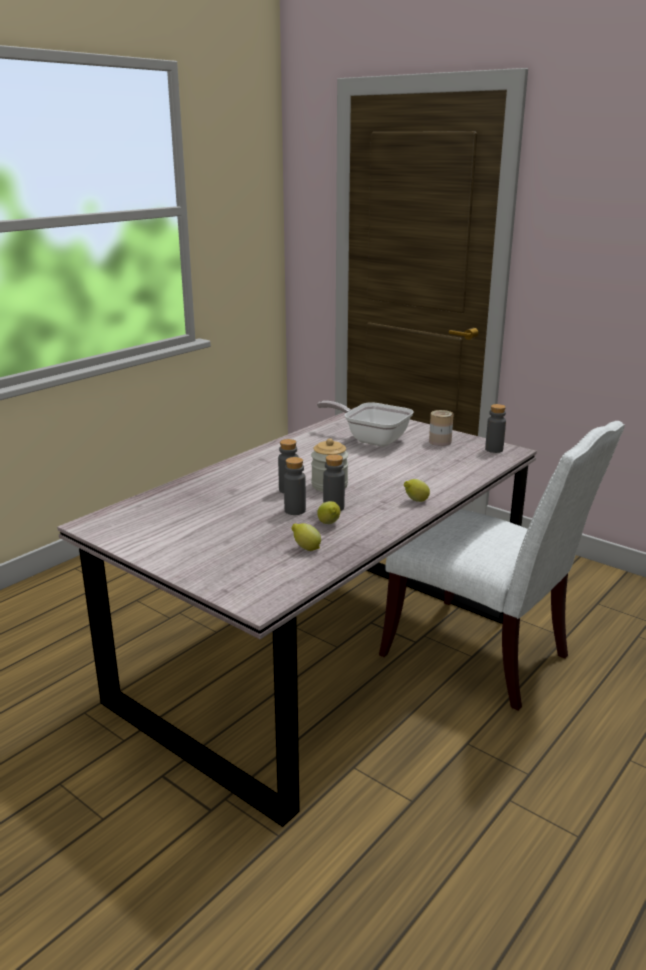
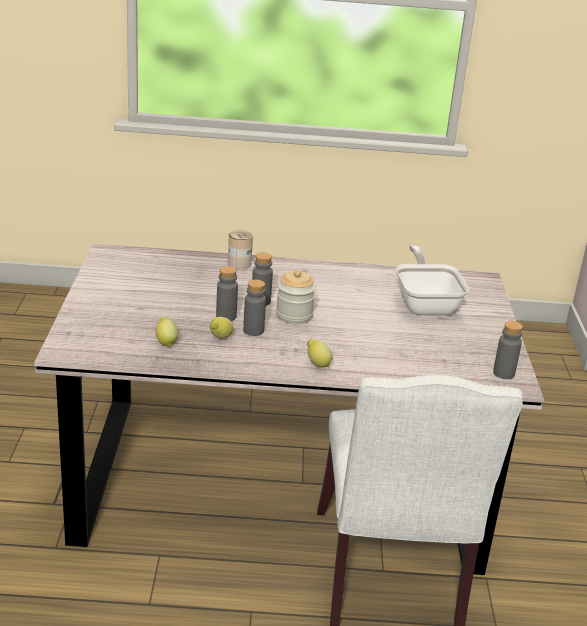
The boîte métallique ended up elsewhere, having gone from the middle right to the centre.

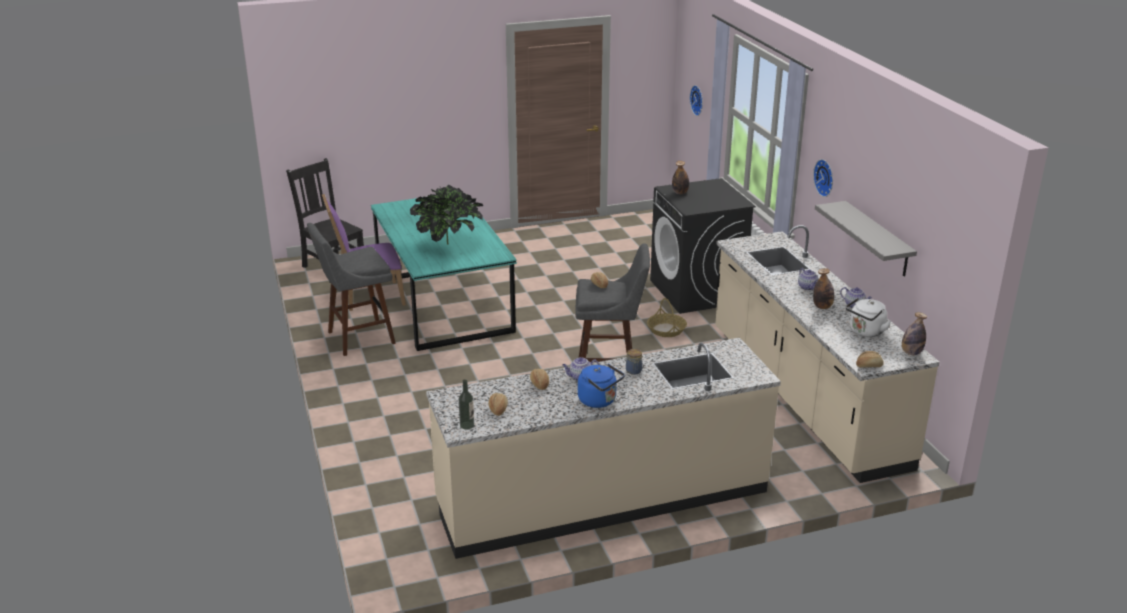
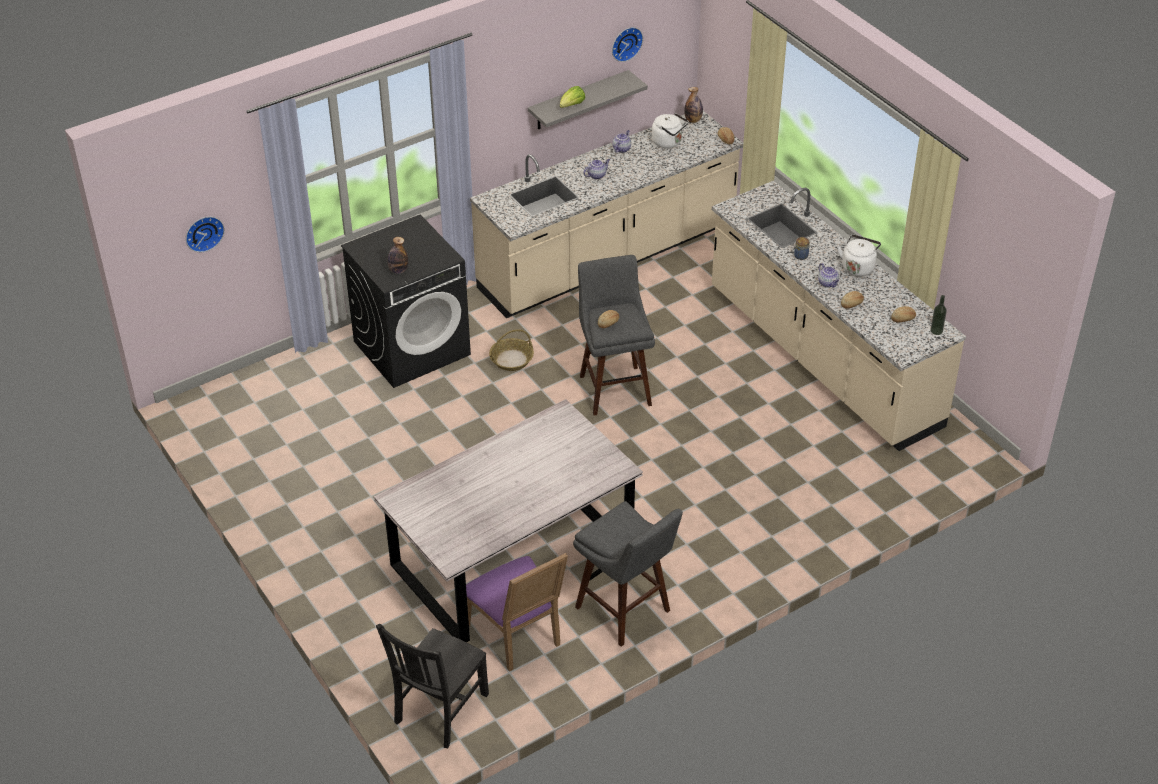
The horloge murale (2nd from left) ended up elsewhere, having gone from the top right to the top centre.
The second view lost the plante en pot at the centre.
What was the table à manger [turquoise] at the centre turned into the table à manger [gris] at the centre.
The second view lost the bouteille (3rd from left) at the middle right.
What was the bouilloire [bleu] at the centre turned into the bouilloire [blanc] (2nd from left) at the top right.
The second view gained the laitue at the top centre.

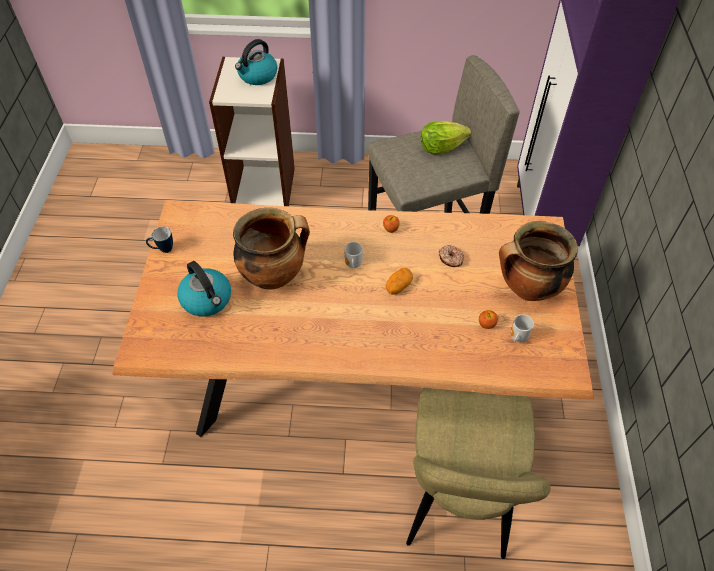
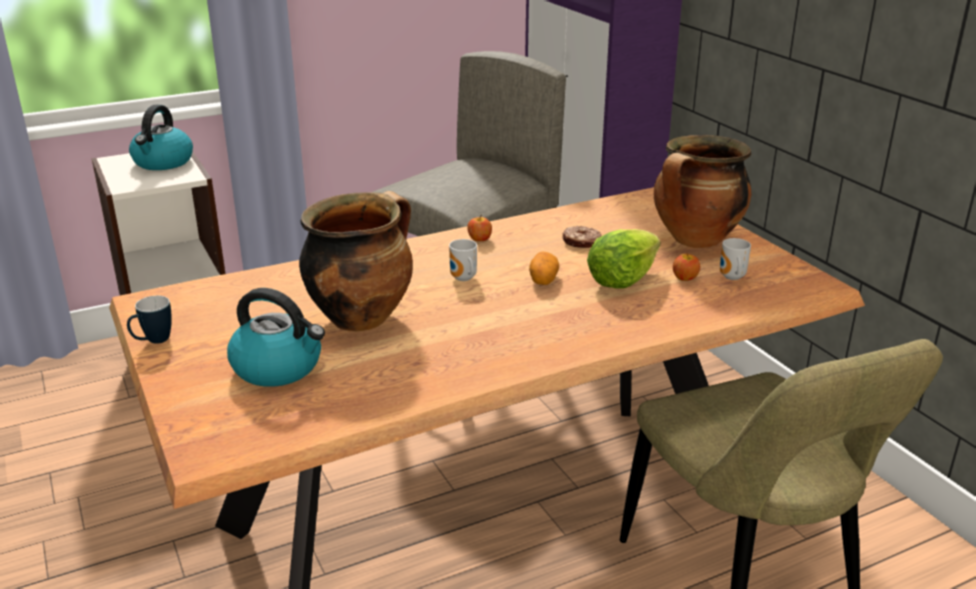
The laitue ended up elsewhere, having gone from the top centre to the centre.

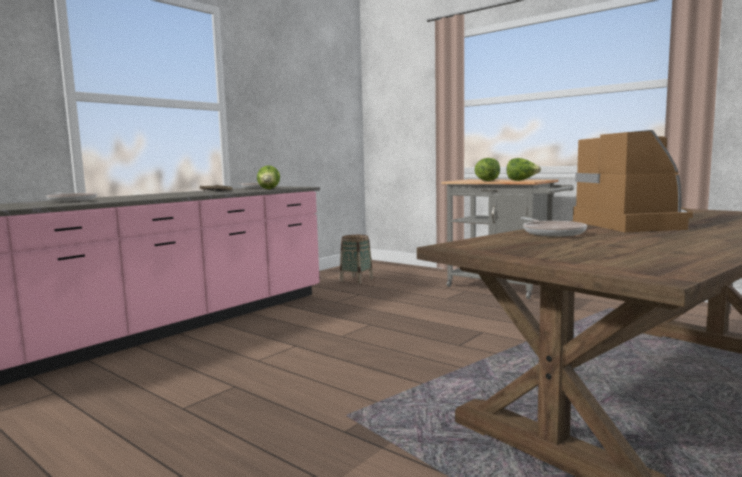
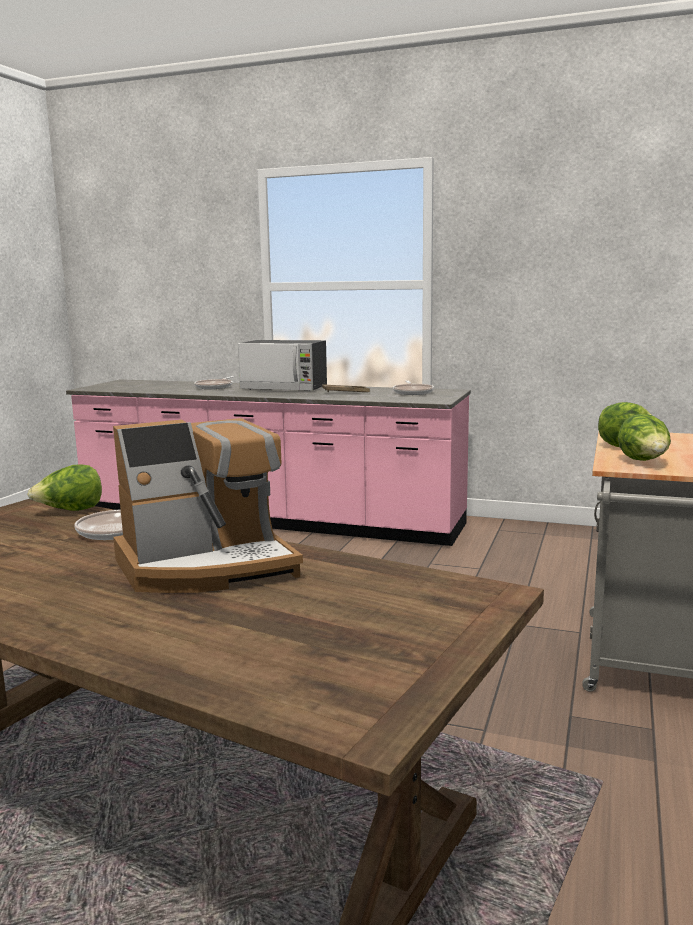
The laitue (1st from left) ended up elsewhere, having gone from the centre to the middle left.
The second view lost the panier at the centre.
The second view gained the micro-ondes at the centre.

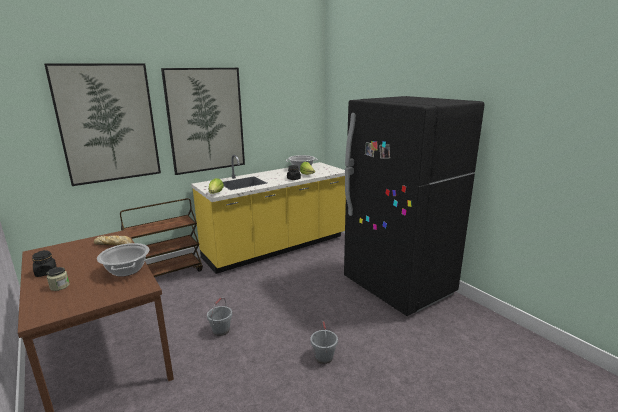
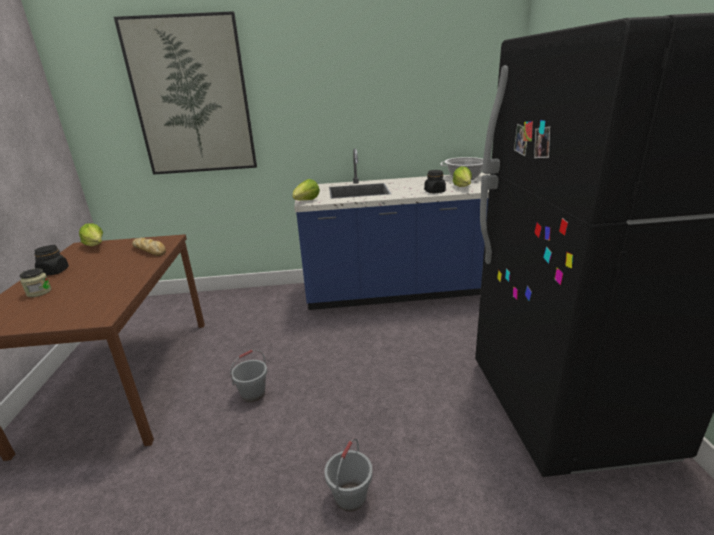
The second view lost the tableau (2nd from left) at the top left.
What was the comptoir de cuisine [jaune] at the centre turned into the comptoir de cuisine [bleu] at the centre.
The second view lost the chariot [marron] at the middle left.
The second view lost the marmite (1st from left) at the middle left.
The second view gained the laitue (1st from left) at the middle left.

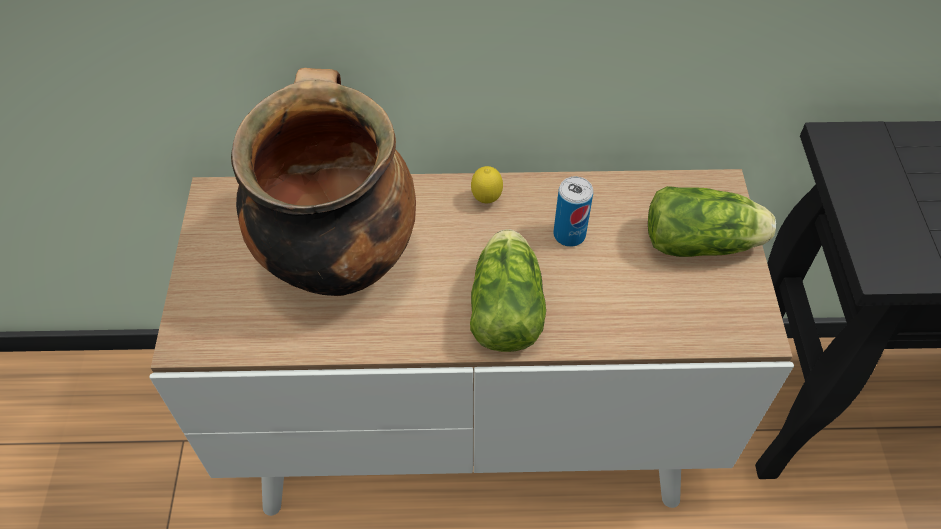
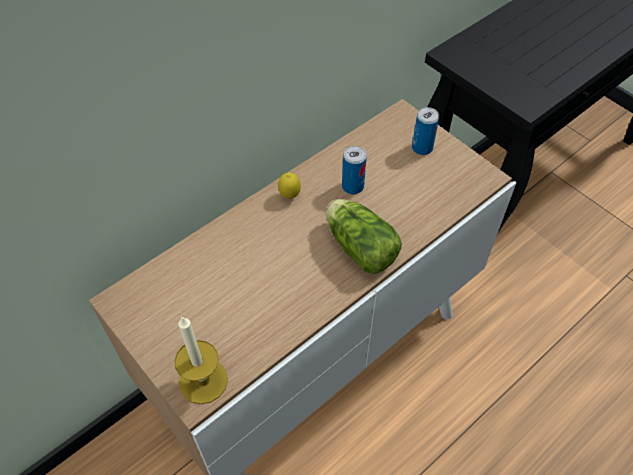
The second view lost the marmite at the centre.
Where the laitue (2nd from left) stood at the middle right, the boîte métallique (2nd from left) came to stand at the top right.
The second view gained the bougie at the bottom left.

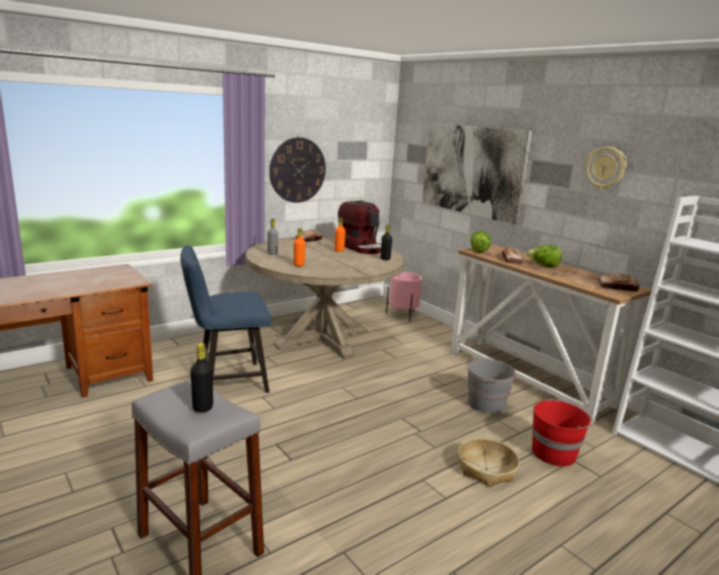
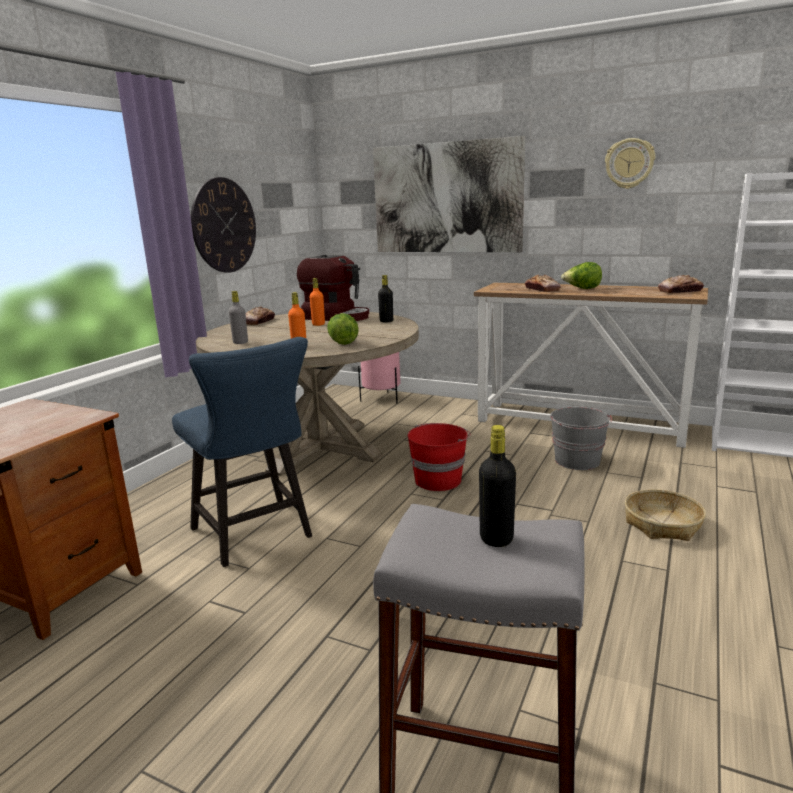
The laitue (1st from left) ended up elsewhere, having gone from the middle right to the centre.
The chaise [bleu] at the middle left ended up facing another way, 75 degrees counterclockwise from before.
The seau [rouge] ended up elsewhere, having gone from the bottom right to the centre.

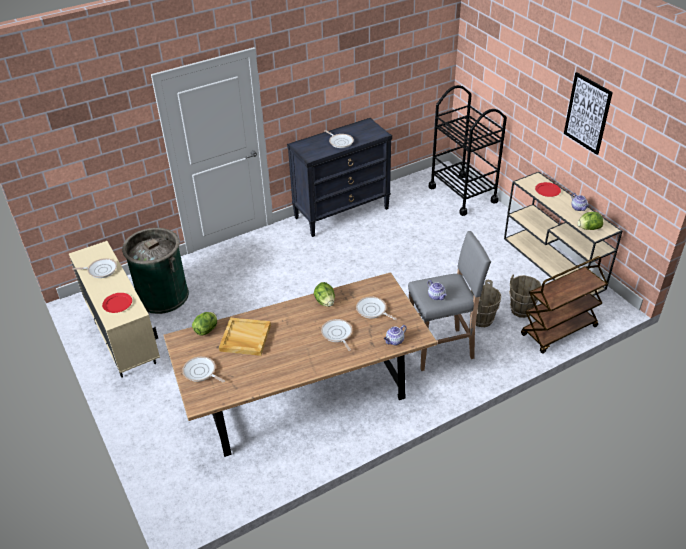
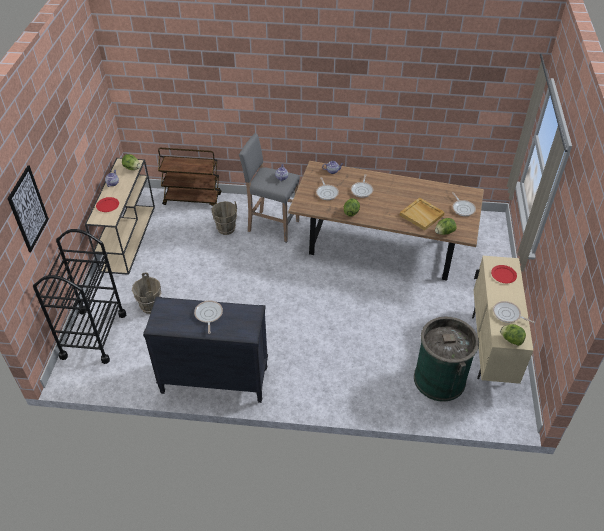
The tableau ended up elsewhere, having gone from the top right to the middle left.
The seau [marron] (2nd from left in the first image) ended up elsewhere, having gone from the middle right to the middle left.
The second view gained the laitue (4th from left) at the middle right.

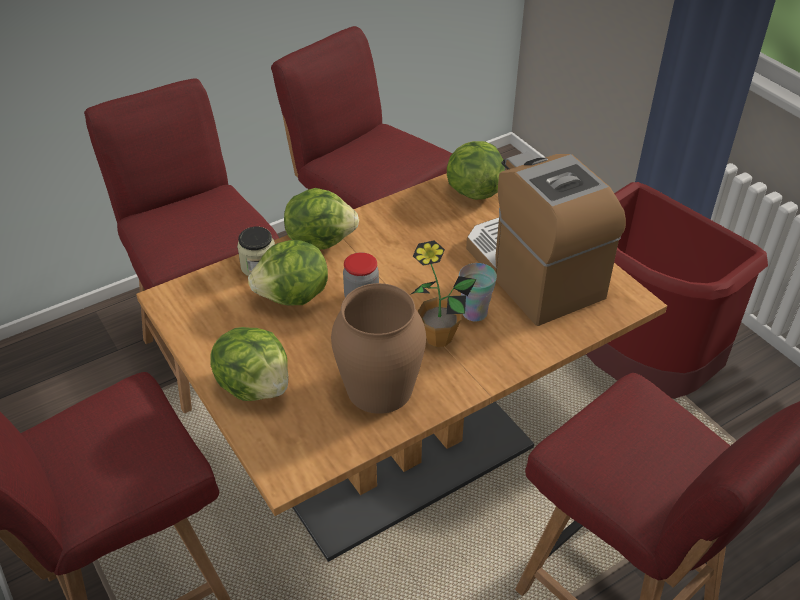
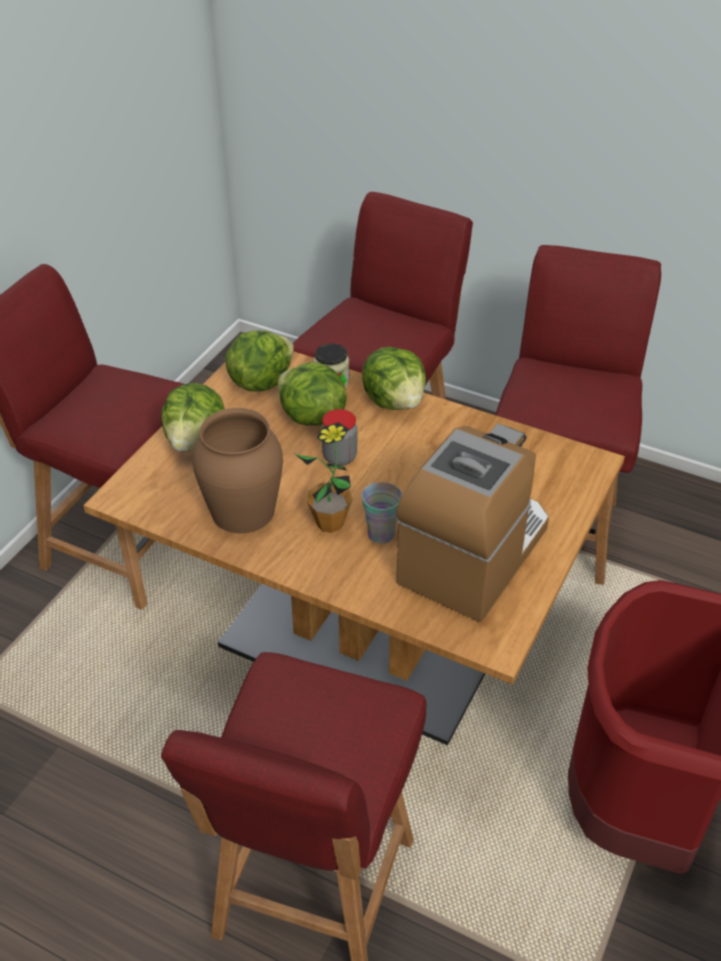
The laitue (4th from left in the first image) ended up elsewhere, having gone from the top centre to the centre.

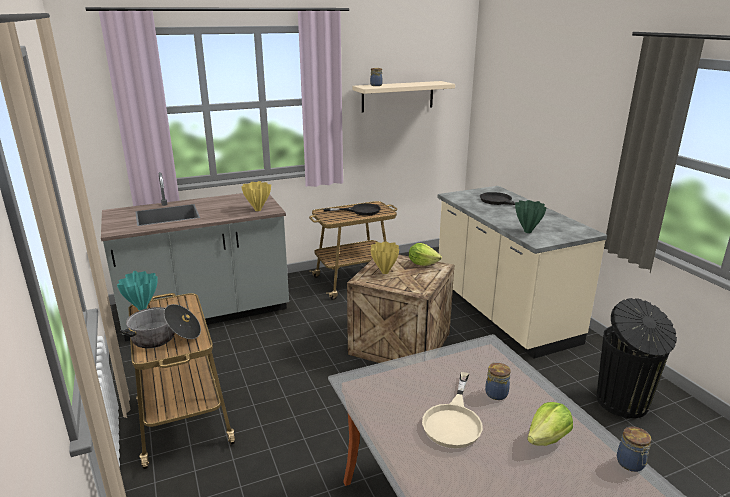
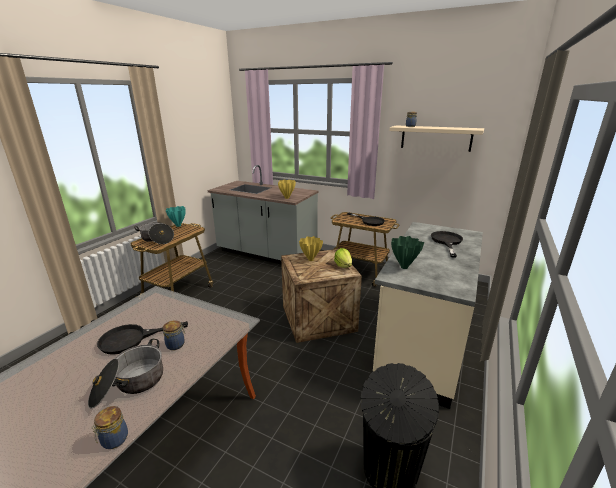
What was the poêle [beige] at the bottom centre turned into the poêle [noir] (1st from left) at the bottom left.
Where the laitue (2nd from left) stood at the bottom right, the marmite (1st from left) came to stand at the bottom left.

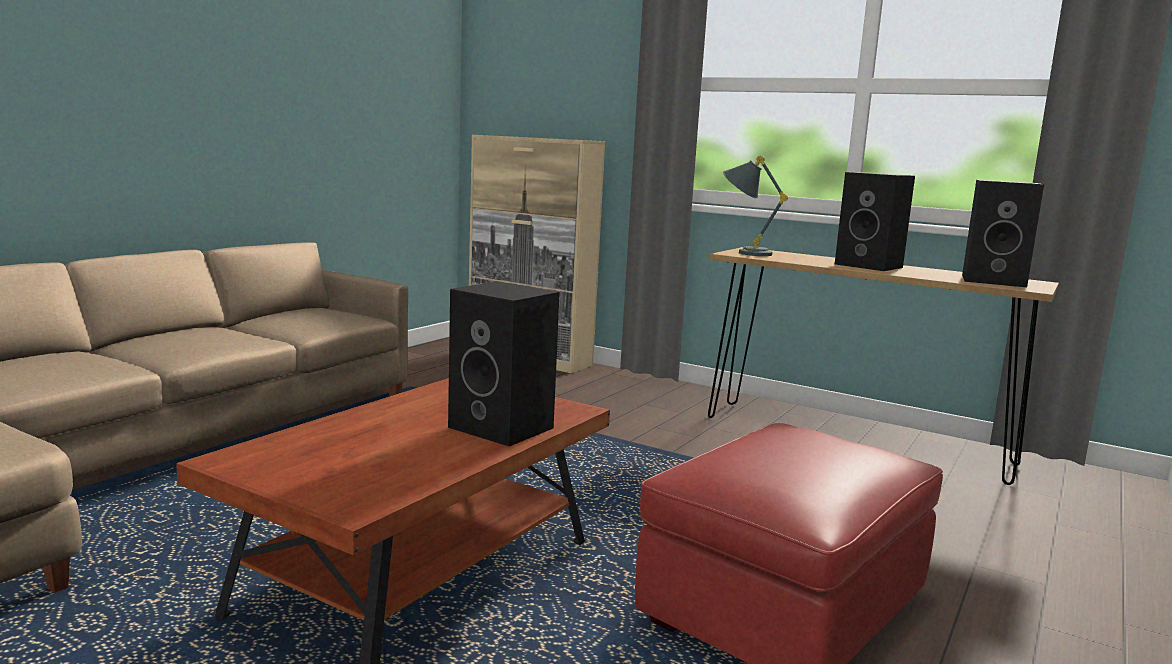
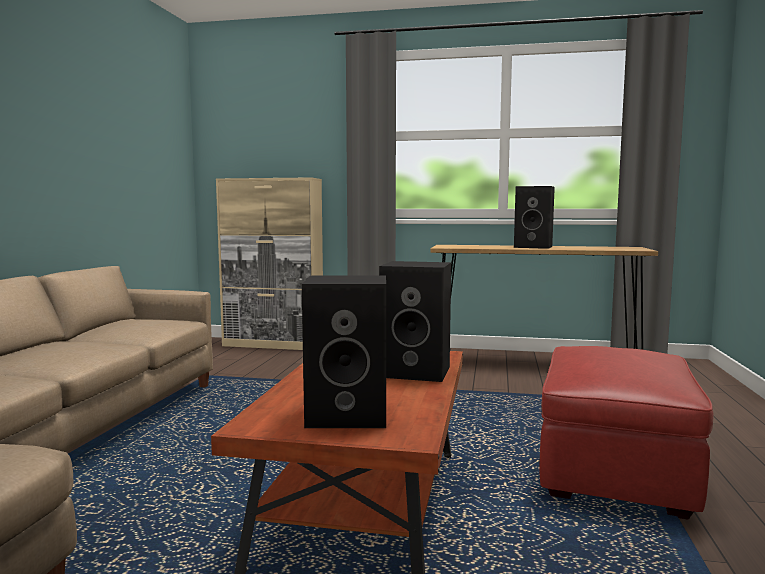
The second view lost the lampe de table [gris] at the top centre.
The enceinte [noir] (3rd from left in the first image) ended up elsewhere, having gone from the middle right to the centre.

